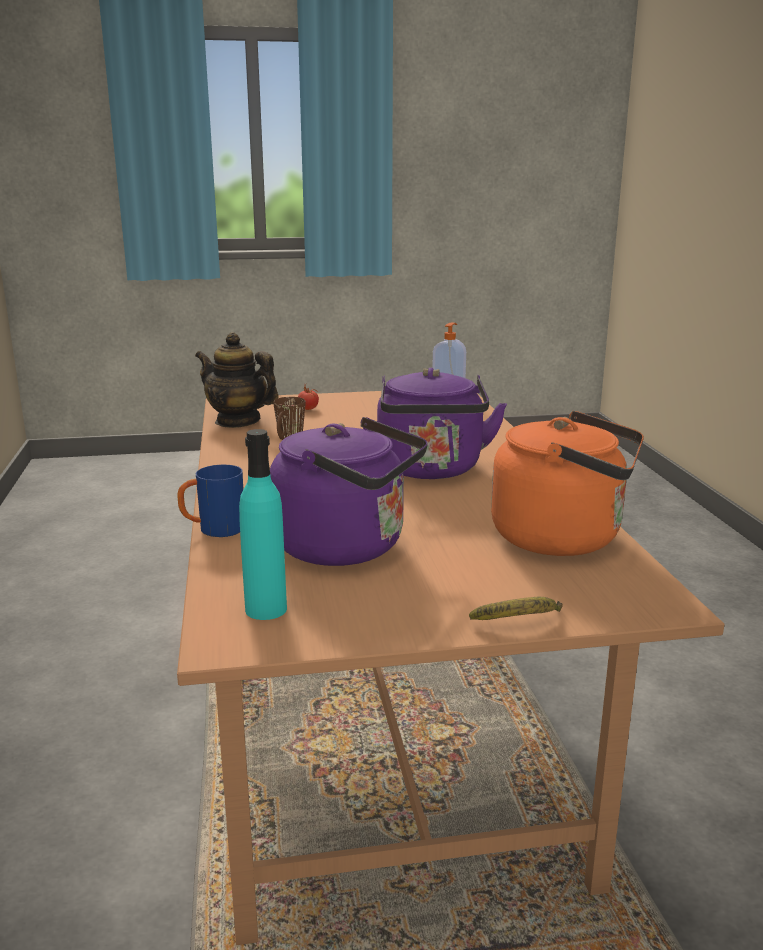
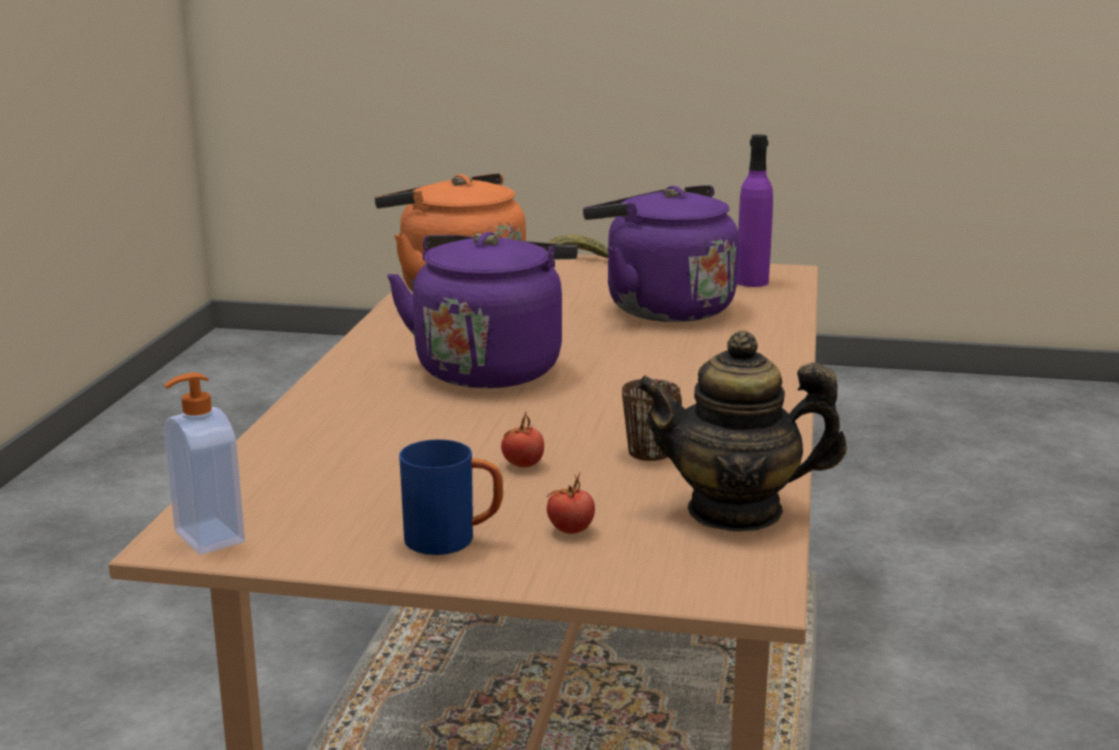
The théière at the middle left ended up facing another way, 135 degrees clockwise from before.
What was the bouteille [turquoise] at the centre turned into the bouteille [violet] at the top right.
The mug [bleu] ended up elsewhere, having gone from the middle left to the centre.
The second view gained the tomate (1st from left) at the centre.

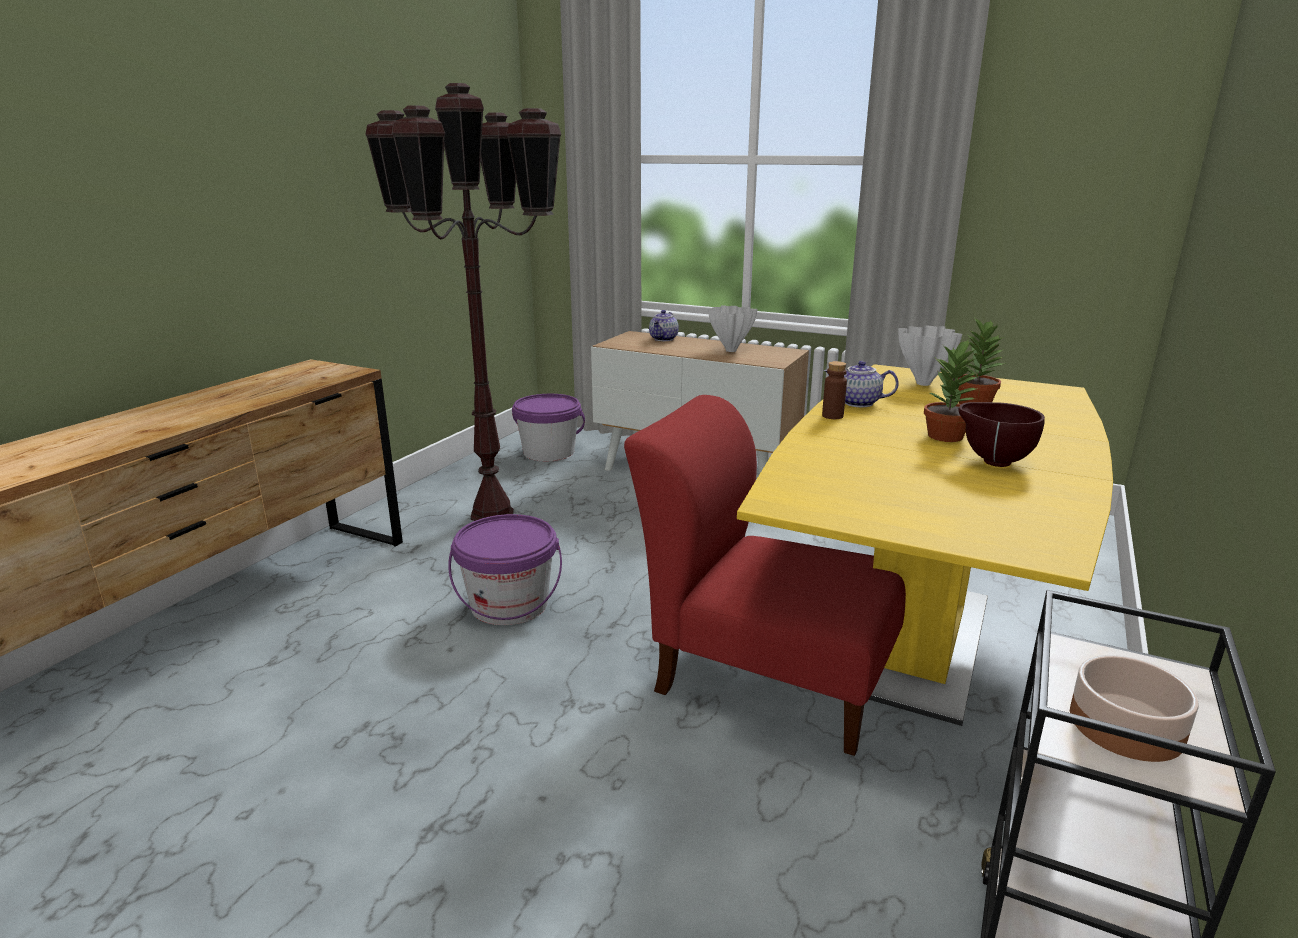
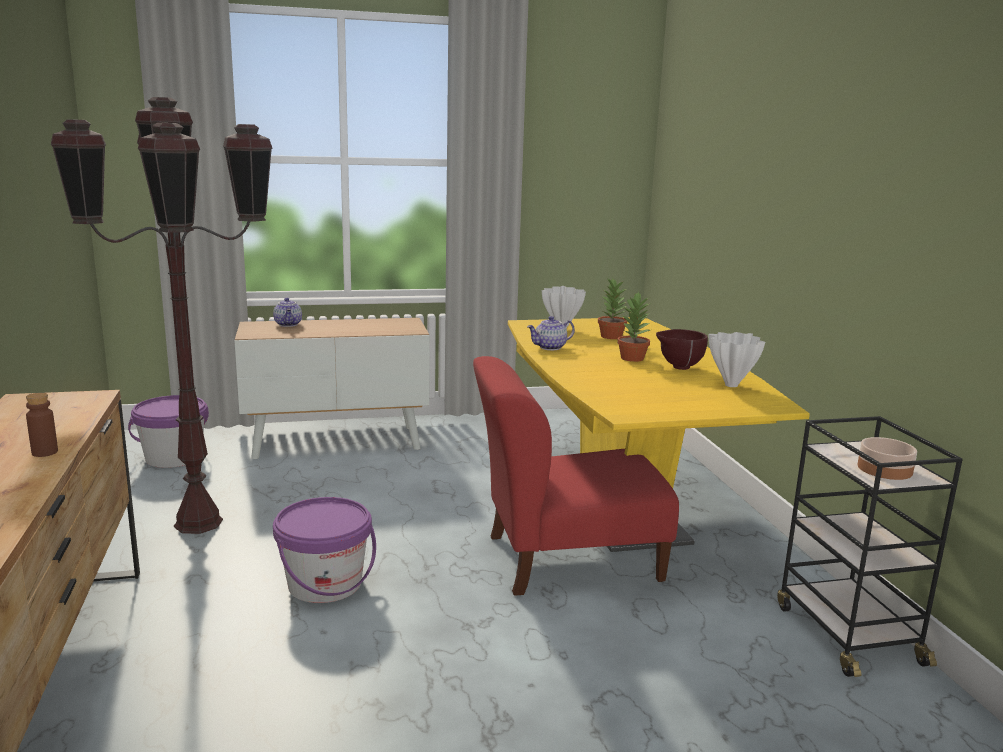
The vase [blanc] (1st from left in the first image) ended up elsewhere, having gone from the centre to the middle right.
The bouteille [marron] ended up elsewhere, having gone from the centre to the middle left.

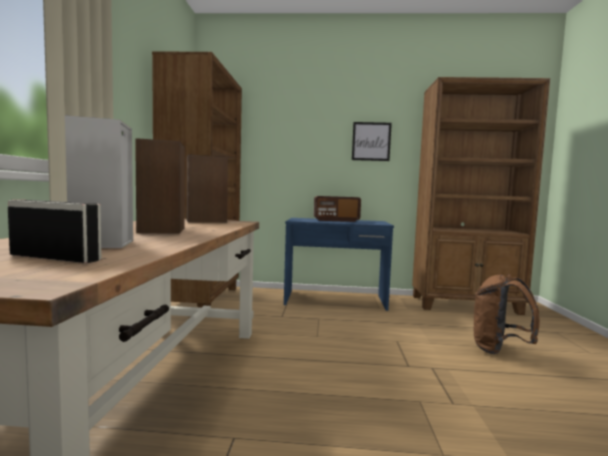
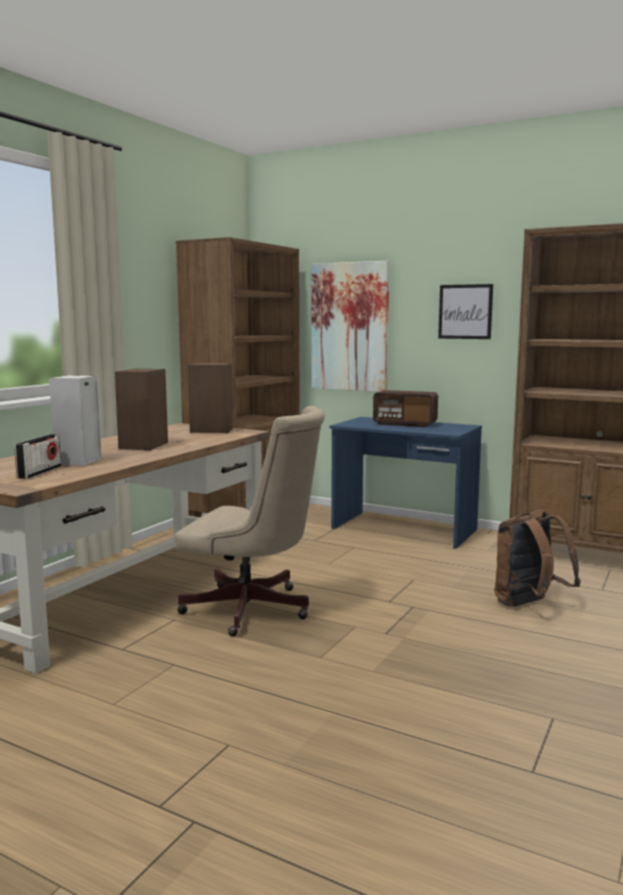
The radio (1st from left) at the middle left ended up facing another way, 60 degrees clockwise from before.
The second view gained the tableau (1st from left) at the centre.
The second view gained the chaise de bureau [beige] at the centre.

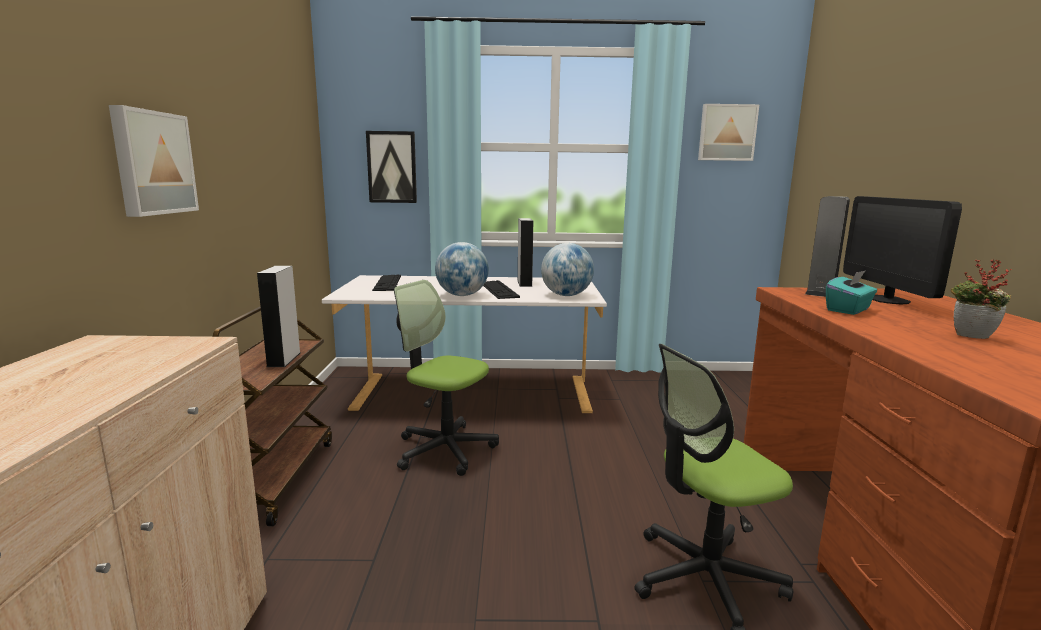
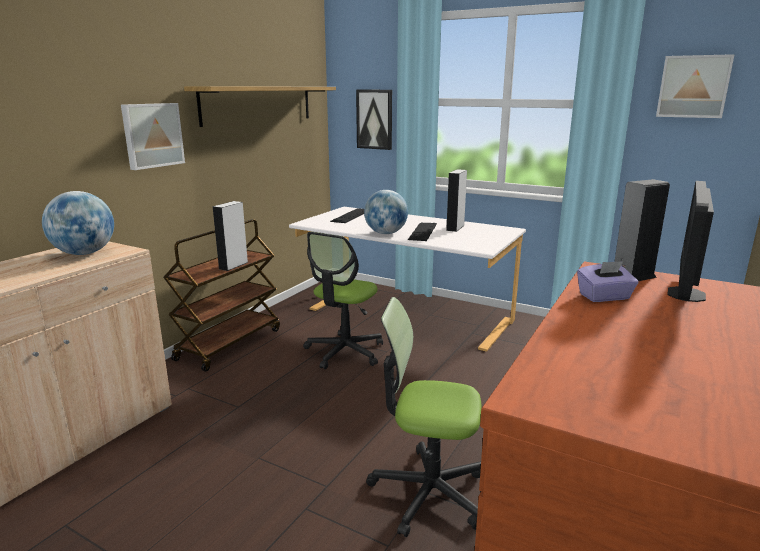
The globe (2nd from left in the first image) ended up elsewhere, having gone from the centre to the middle left.
The second view lost the plante en pot at the middle right.
What was the boîte à mouchoirs [turquoise] at the middle right turned into the boîte à mouchoirs [violet] at the middle right.
The chaise de bureau (1st from left) at the centre ended up facing another way, 120 degrees counterclockwise from before.
The second view gained the étagère at the top centre.

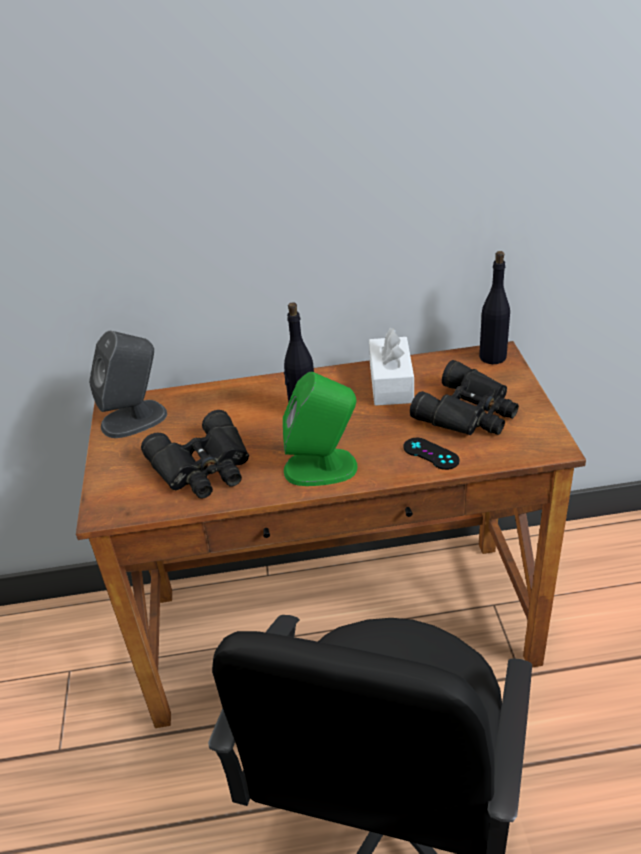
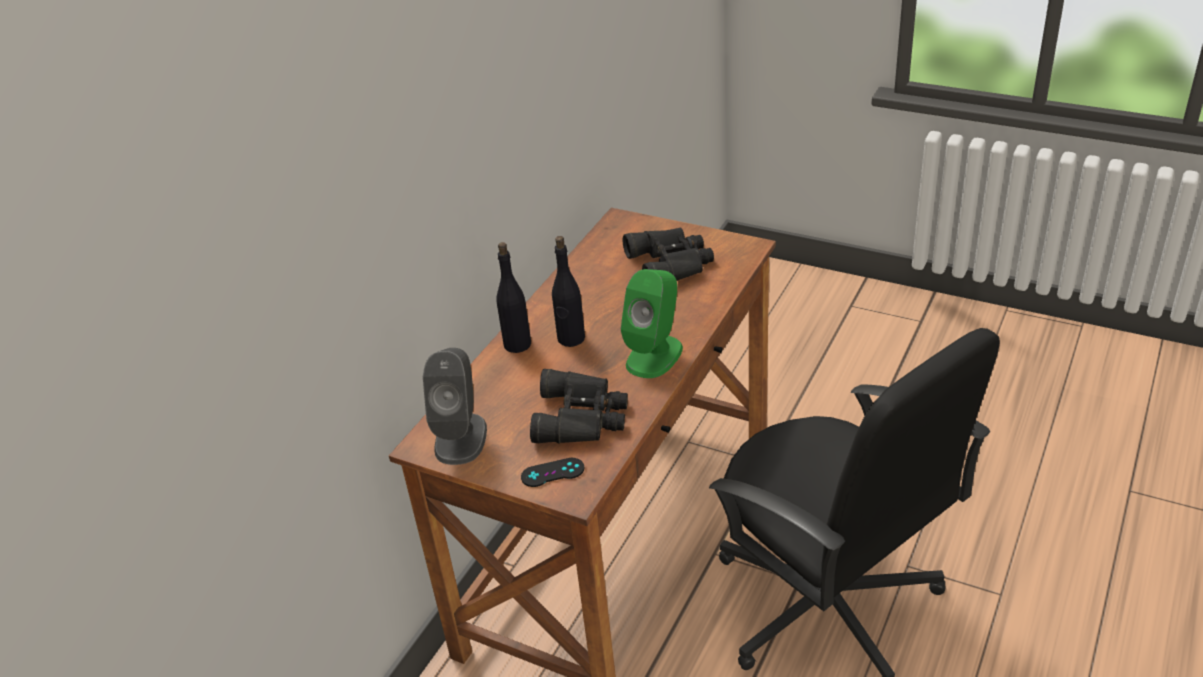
The bouteille [noir] (2nd from left in the first image) ended up elsewhere, having gone from the middle right to the centre.
The second view lost the boîte à mouchoirs [blanc] at the centre.
The manette [noir] ended up elsewhere, having gone from the middle right to the bottom centre.

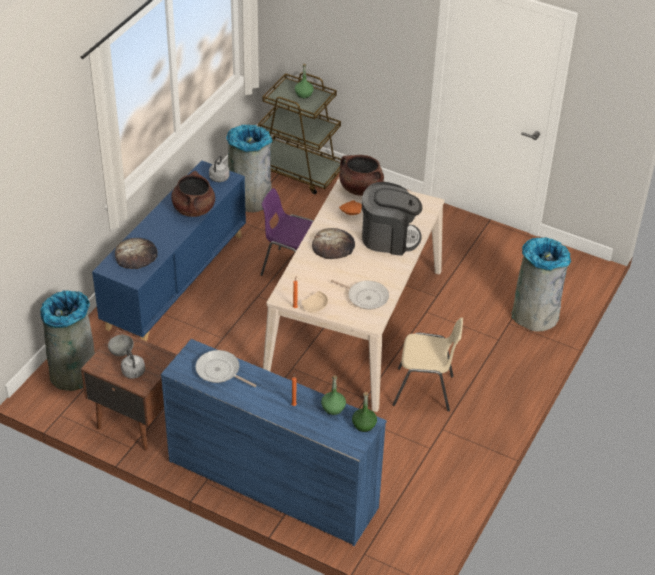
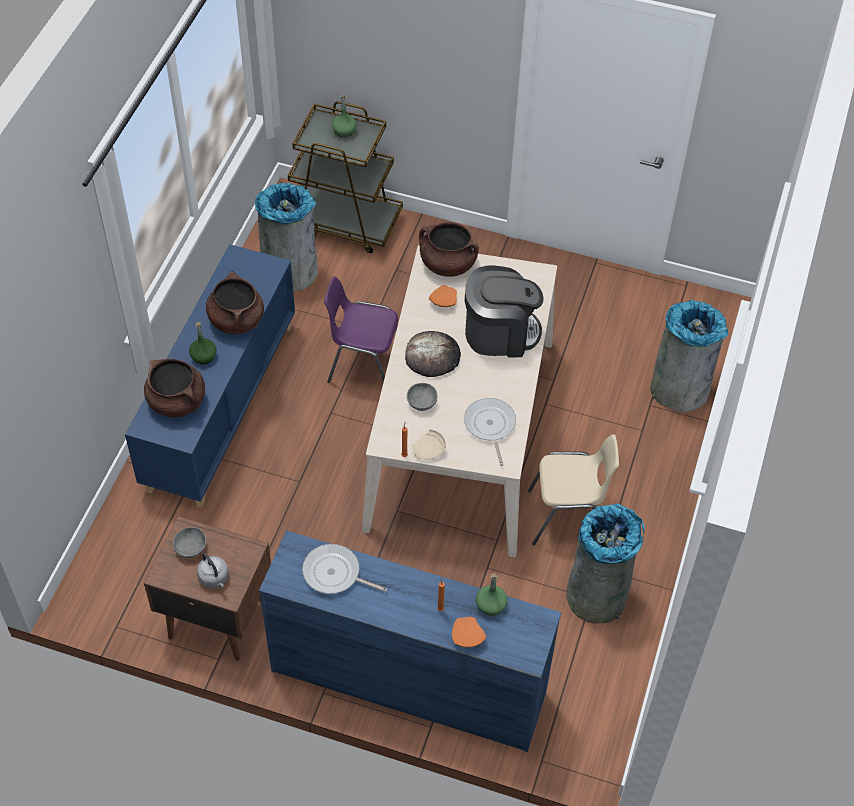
The second view lost the bouilloire [gris] (2nd from left) at the top centre.
Where the pain (1st from left) stood at the middle left, the marmite [marron] (1st from left) came to stand at the middle left.
The poêle (2nd from left) at the centre ended up facing another way, 120 degrees counterclockwise from before.
The poubelle [gris] (1st from left in the first image) ended up elsewhere, having gone from the middle left to the bottom right.
The bouteille [vert] (3rd from left in the first image) ended up elsewhere, having gone from the bottom centre to the middle left.
The second view gained the bol [gris] (2nd from left) at the centre.
The second view gained the assiette [orange] (2nd from left) at the bottom centre.

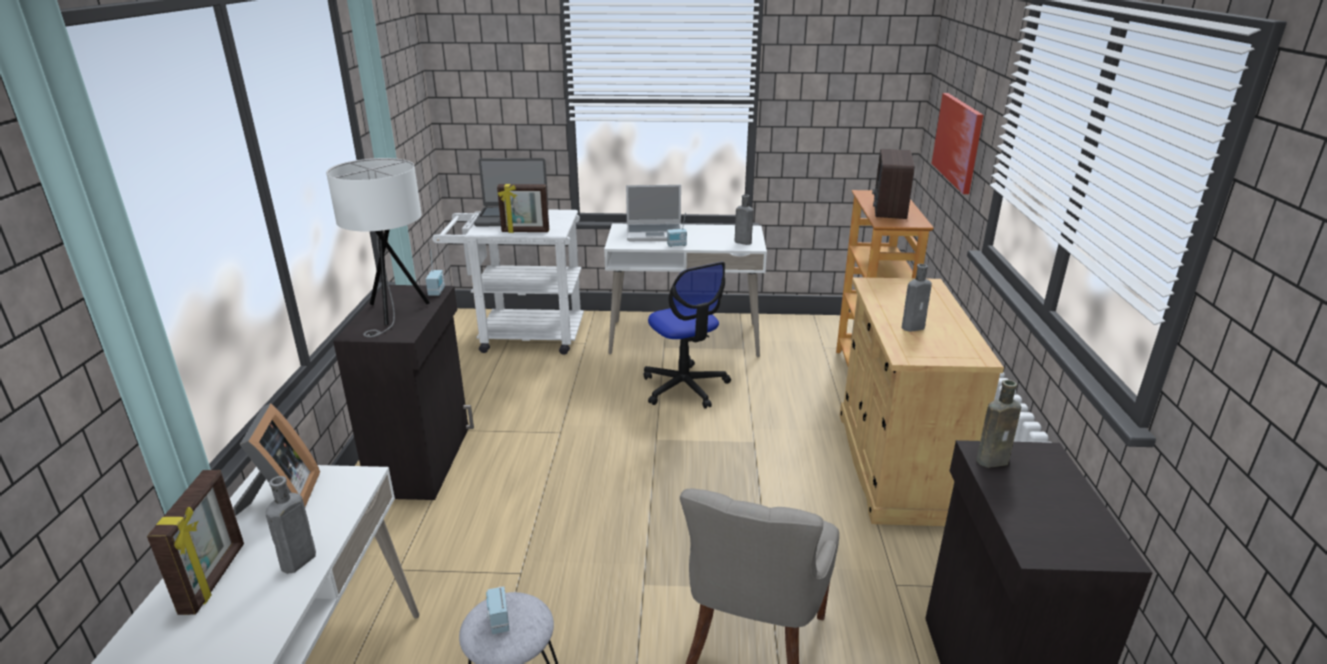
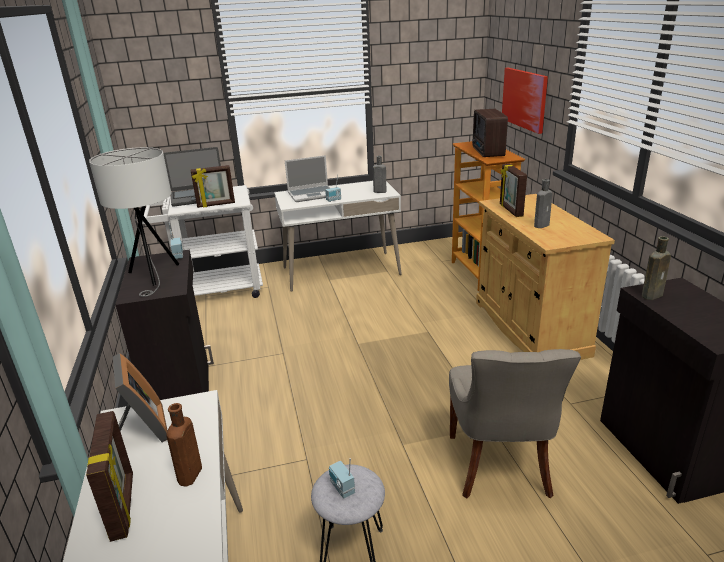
The second view lost the chaise de bureau at the centre.
What was the bouteille [gris] (1st from left) at the bottom left turned into the bouteille [marron] (1st from left) at the bottom left.
The second view gained the cadre photo (4th from left) at the middle right.

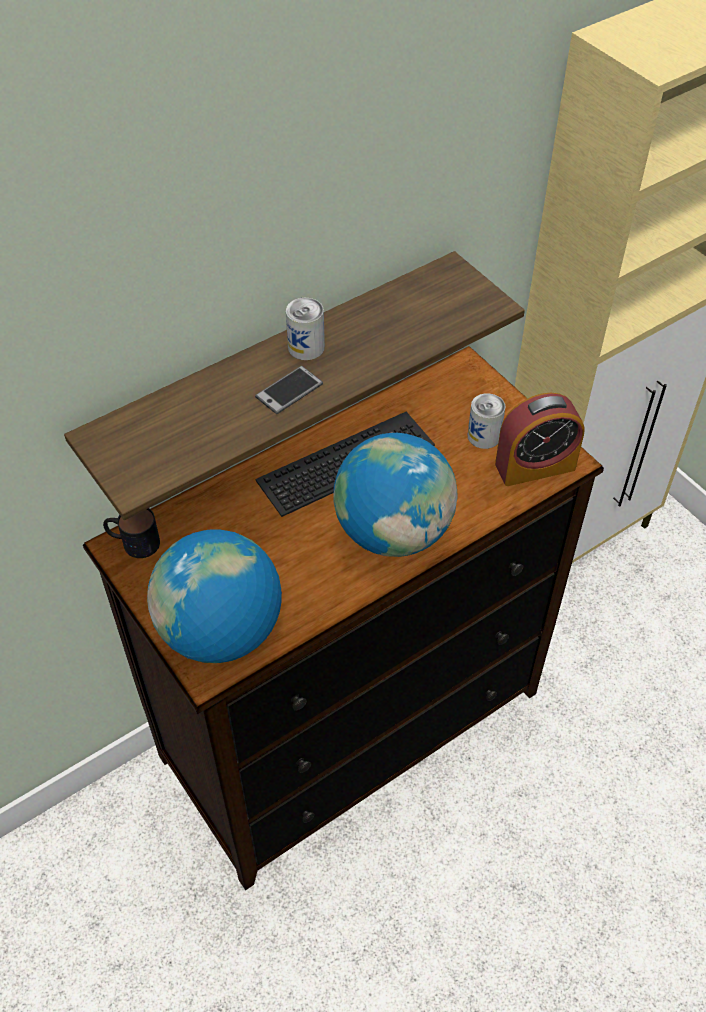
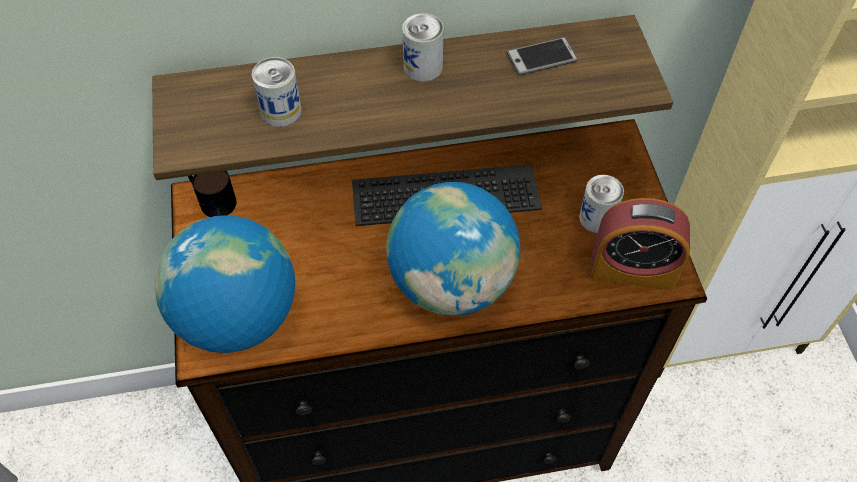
The téléphone ended up elsewhere, having gone from the centre to the top centre.
The second view gained the boîte métallique (1st from left) at the top left.

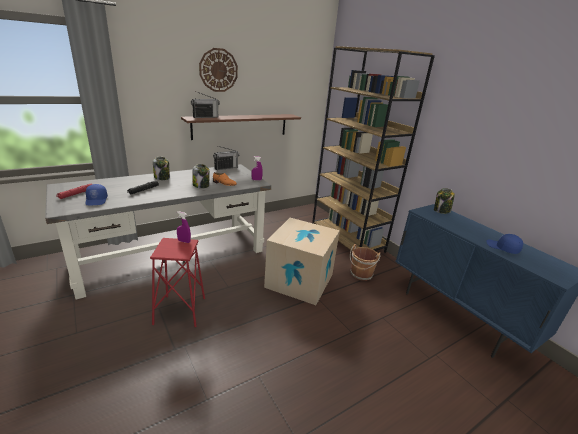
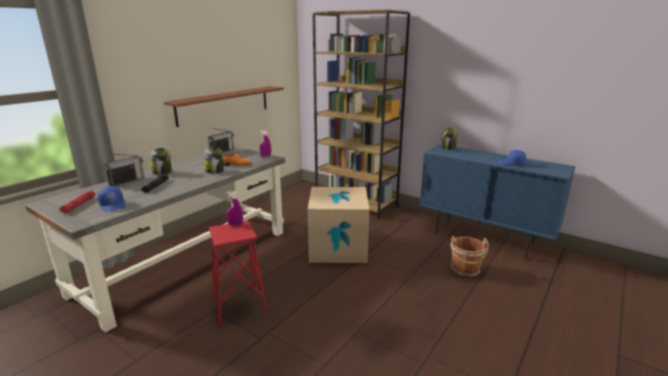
The second view lost the horloge murale at the top centre.
The radio (1st from left) ended up elsewhere, having gone from the top centre to the middle left.
The seau [marron] ended up elsewhere, having gone from the centre to the bottom right.

